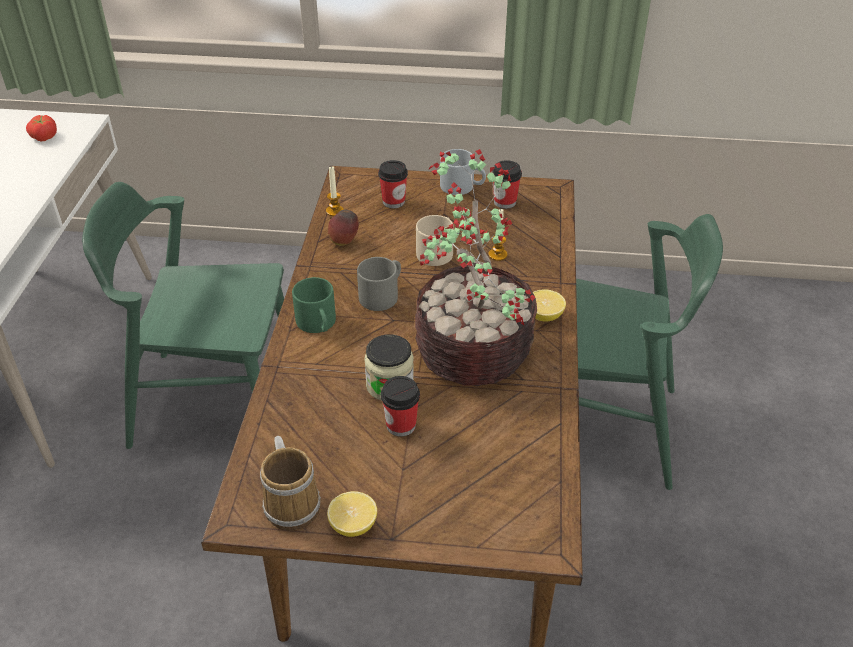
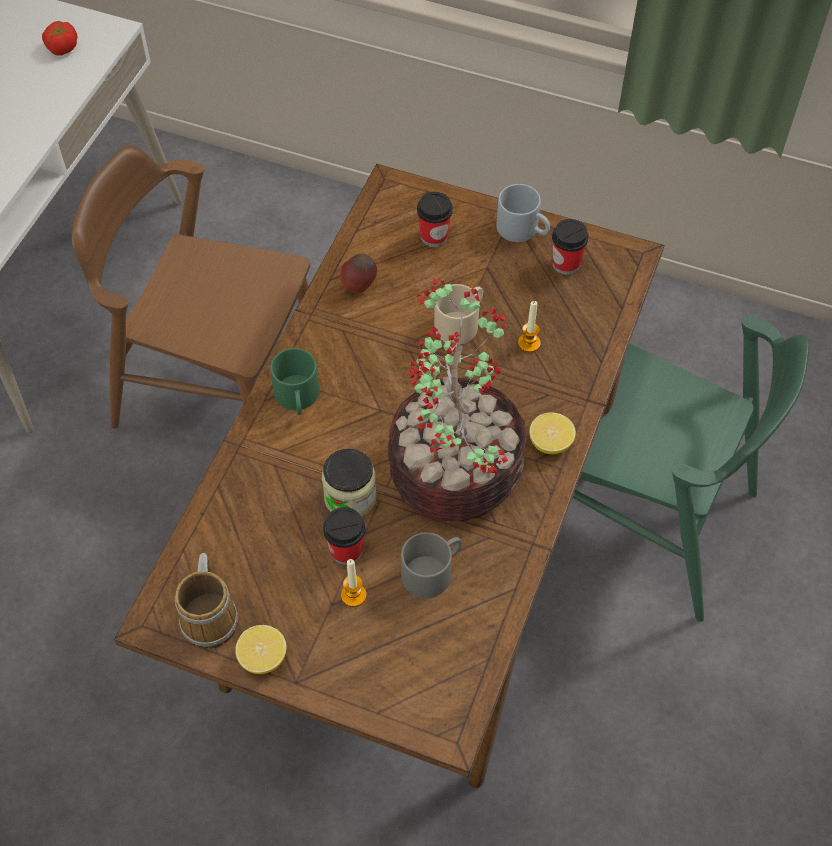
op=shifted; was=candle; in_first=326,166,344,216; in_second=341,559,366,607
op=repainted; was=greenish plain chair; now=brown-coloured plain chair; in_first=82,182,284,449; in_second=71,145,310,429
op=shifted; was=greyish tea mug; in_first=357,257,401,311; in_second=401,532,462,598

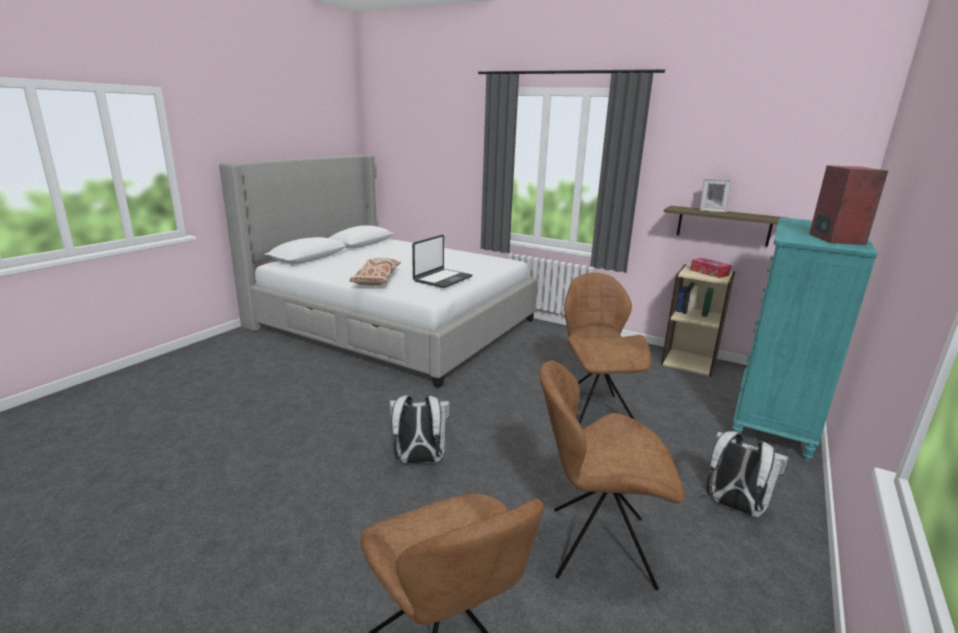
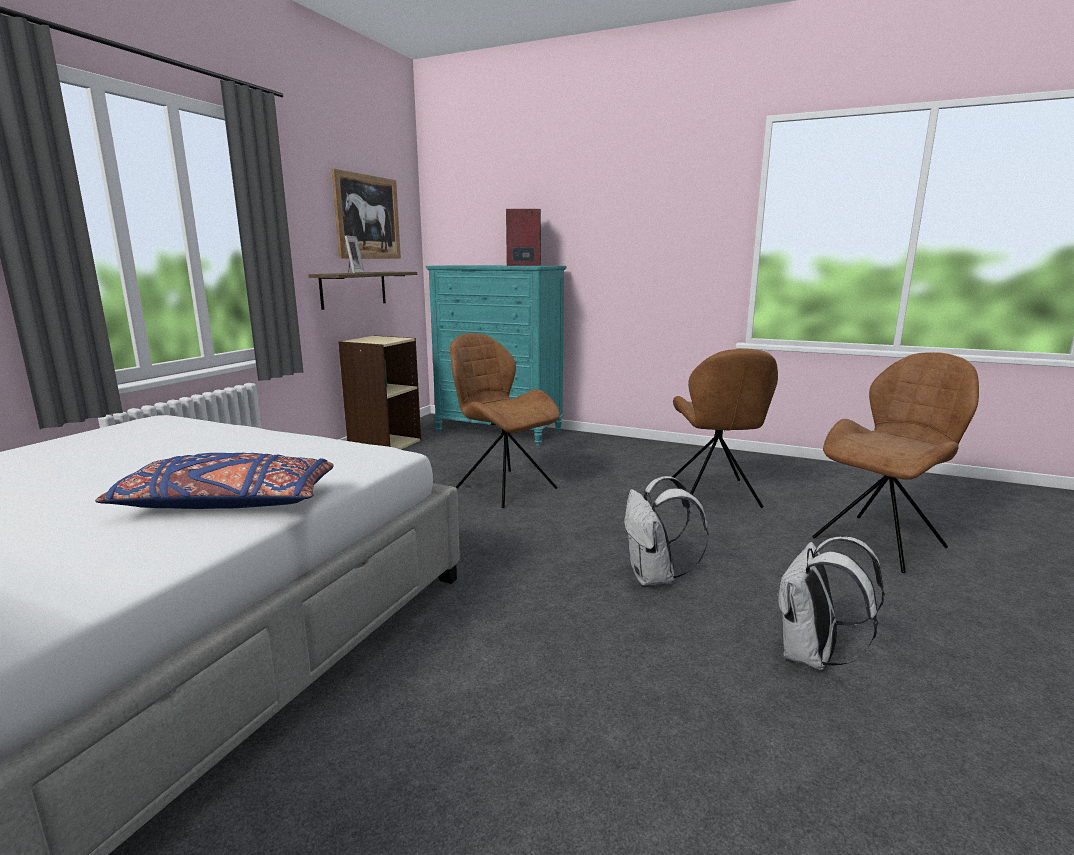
op=gone; was=laptop; in_first=412,235,472,288
op=repainted; was=beige-coloured pillow; now=blue pillow; in_first=349,257,401,286; in_second=95,453,334,509
op=gone; was=tissue box; in_first=690,258,731,278
op=rotated; was=brown-coloured plain chair; in_first=564,272,651,423; in_second=450,333,560,508; clockwise=60
op=shifted; was=white backpack; in_first=707,431,789,517; in_second=777,537,885,670
op=new; now=wall art; in_second=331,169,401,259

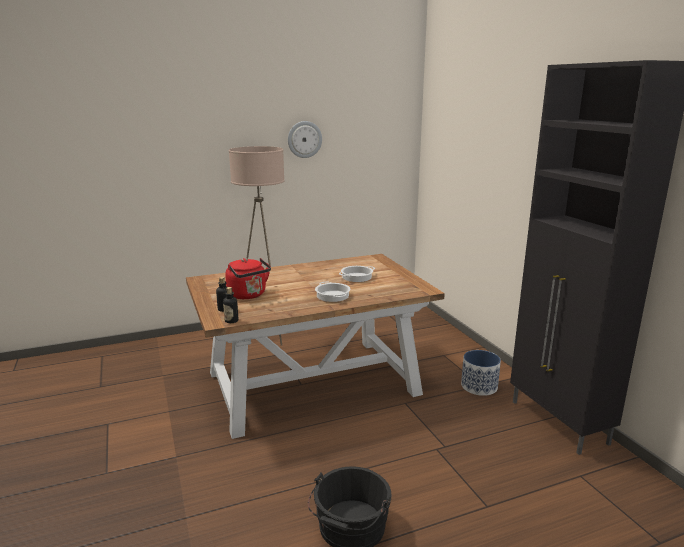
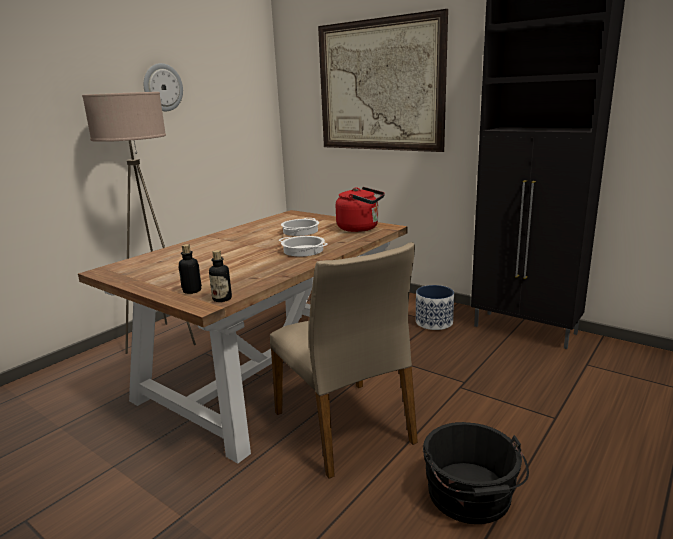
op=shifted; was=red-coloured kettle; in_first=225,258,271,299; in_second=336,187,385,232
op=new; now=wall art; in_second=318,9,448,152
op=new; now=beige-coloured plain chair; in_second=270,242,418,479

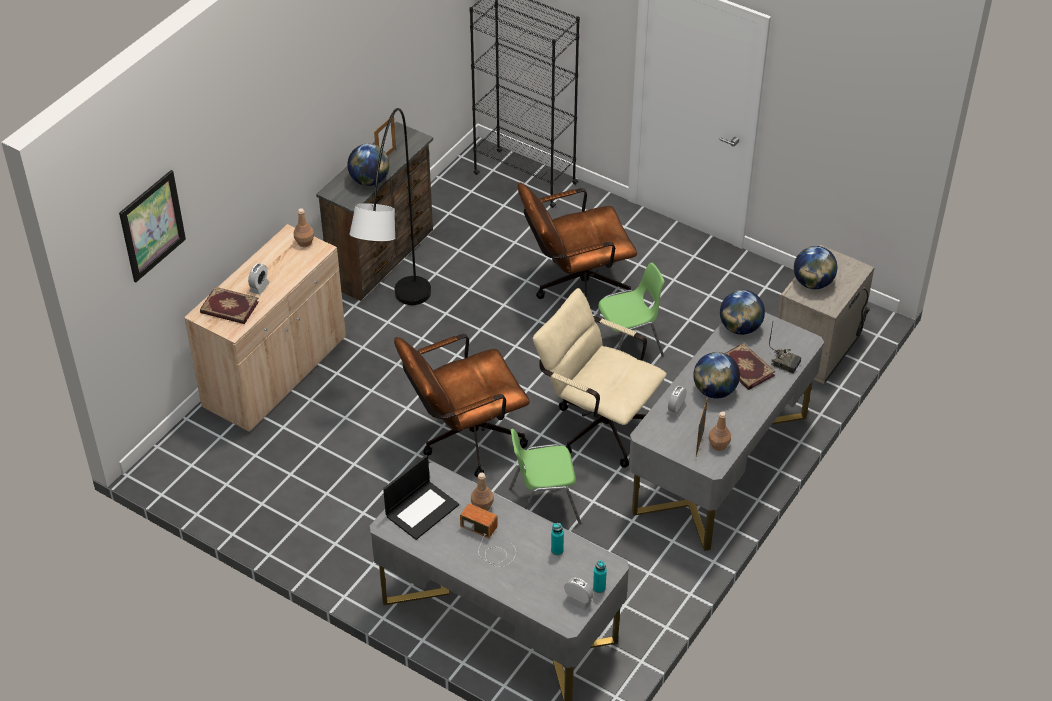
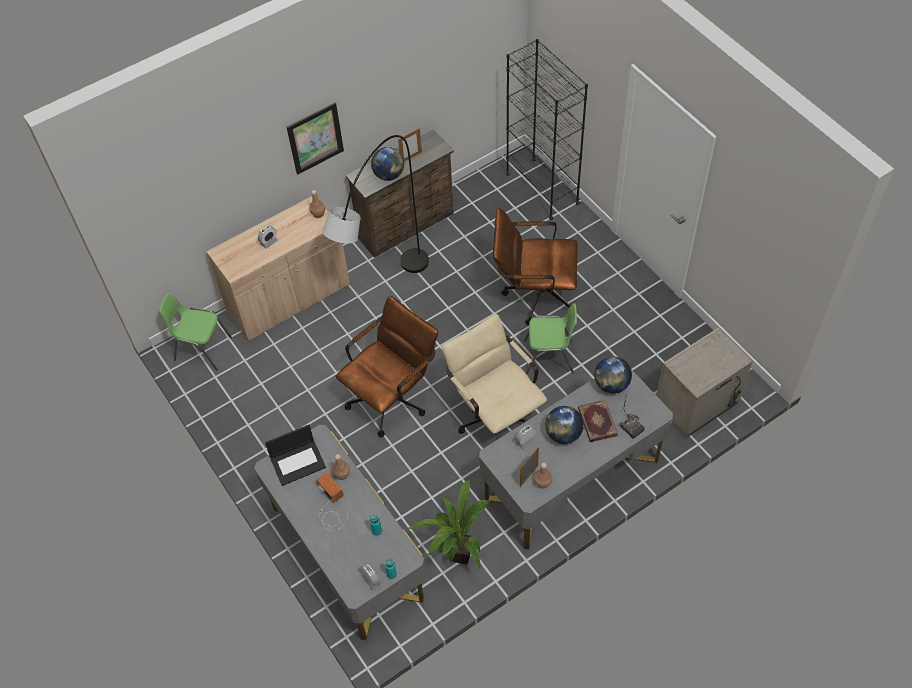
op=shifted; was=wall art; in_first=119,170,186,282; in_second=287,103,344,175
op=gone; was=world globe; in_first=794,246,837,289
op=gone; was=book; in_first=200,287,259,324
op=rotated; was=brown-coloured desk chair; in_first=394,334,530,478; in_second=336,296,438,437; clockwise=135
op=shifted; was=greenish plain chair; in_first=509,429,581,524; in_second=159,293,232,371
op=new; now=plant in a pot; in_second=409,479,489,569

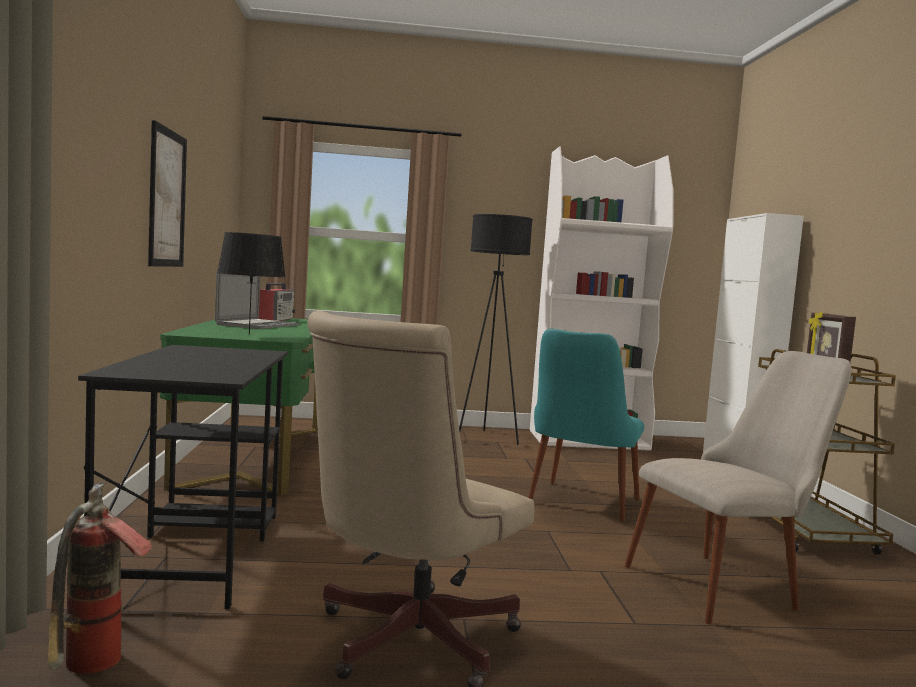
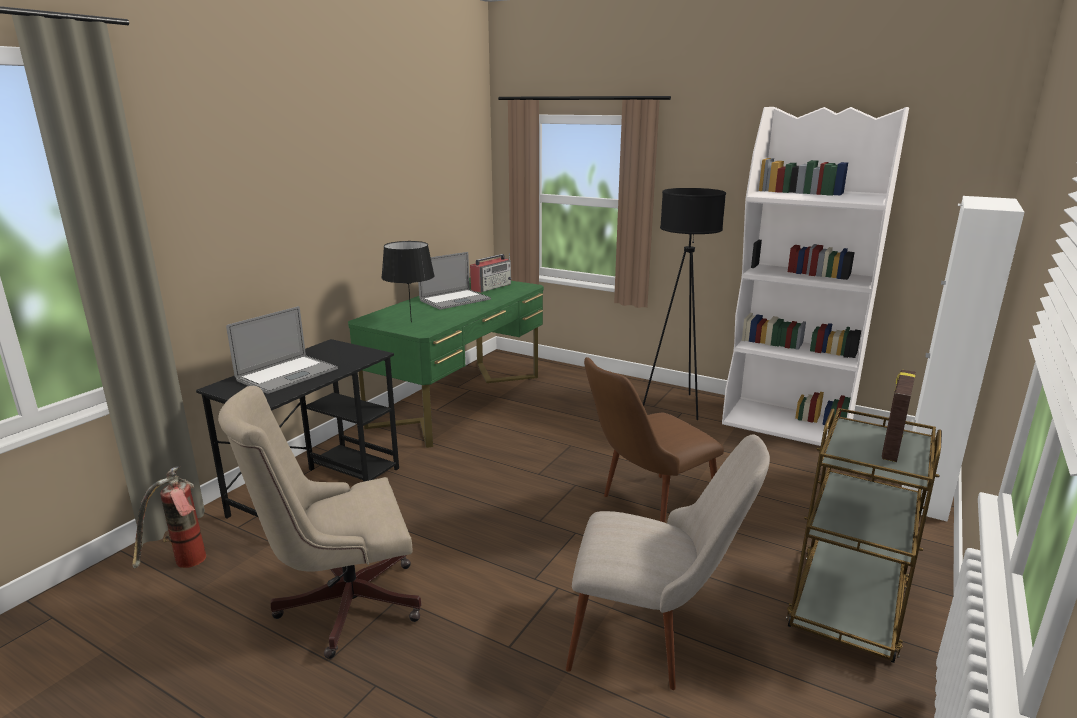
op=gone; was=wall art; in_first=148,120,187,267
op=repainted; was=turquoise plain chair; now=brown-coloured plain chair; in_first=528,329,644,522; in_second=584,357,724,523
op=new; now=laptop; in_second=226,306,338,394

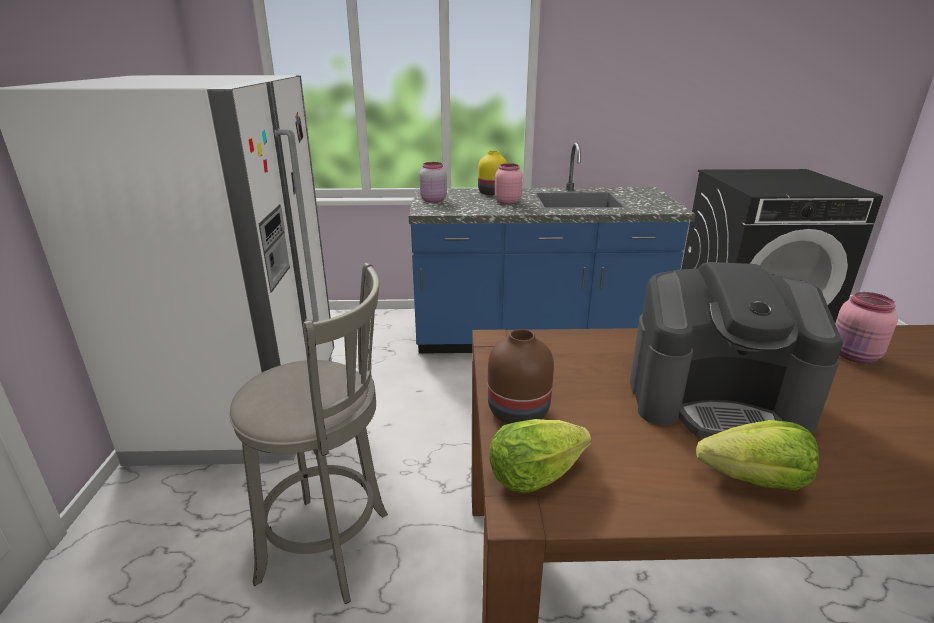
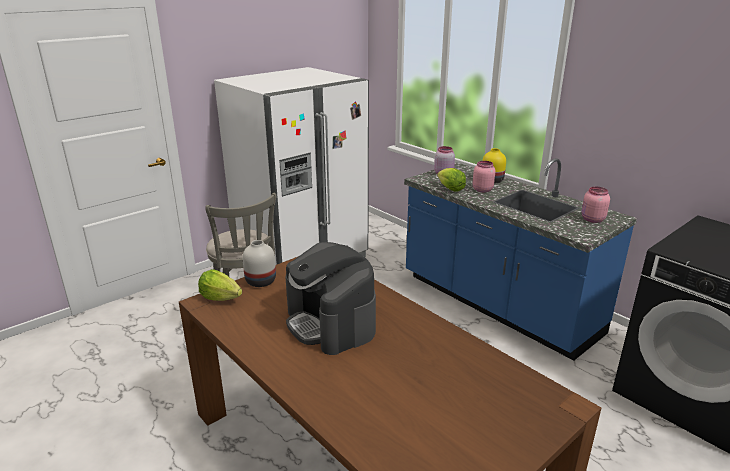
op=shifted; was=pink-coloured preserve jar; in_first=835,292,898,363; in_second=581,187,610,223
op=repainted; was=brown-coloured vase; now=white vase; in_first=488,329,554,424; in_second=242,240,276,287
op=shifted; was=lettuce; in_first=696,420,819,491; in_second=437,168,466,192

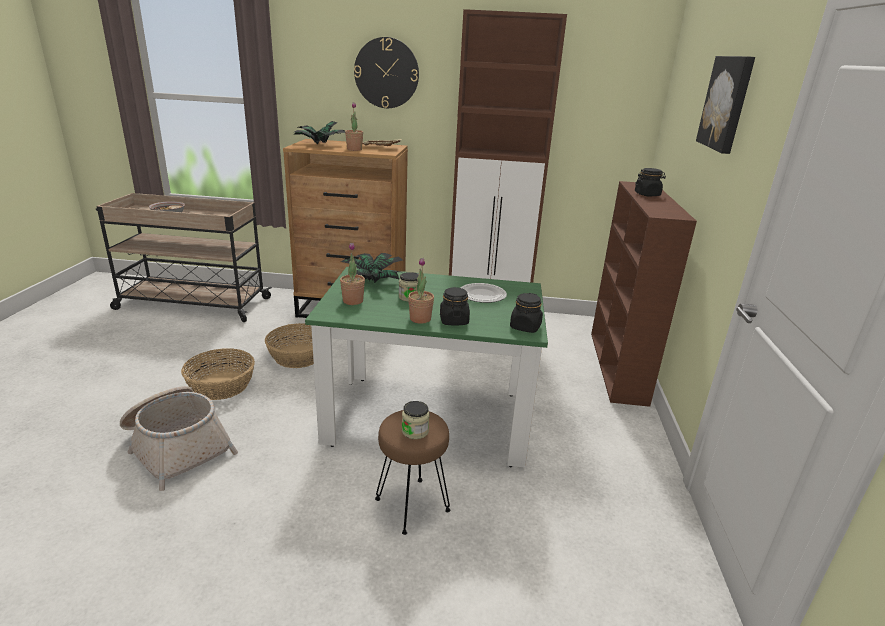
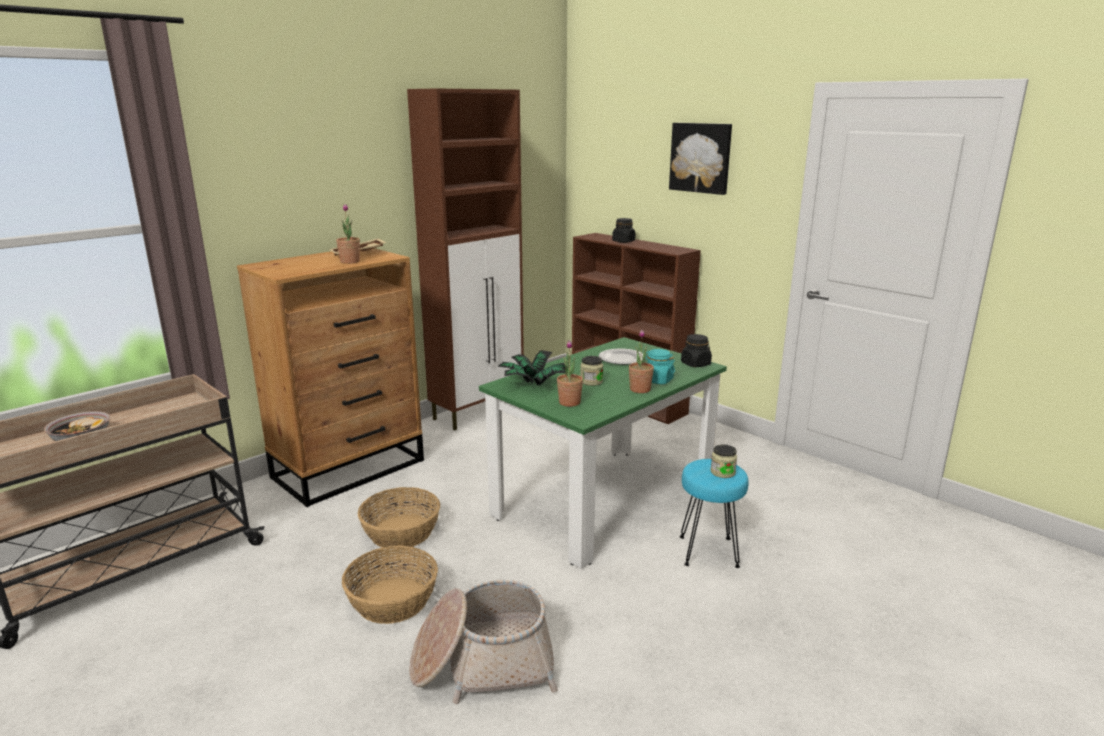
op=gone; was=hanging clock; in_first=354,37,419,108
op=gone; was=plant in a pot; in_first=294,121,345,144
op=repainted; was=blackish preserve jar; now=turquoise preserve jar; in_first=440,287,470,326; in_second=645,349,675,384
op=repainted; was=brown-coloured stool; now=turquoise stool; in_first=375,410,450,535; in_second=680,459,749,568

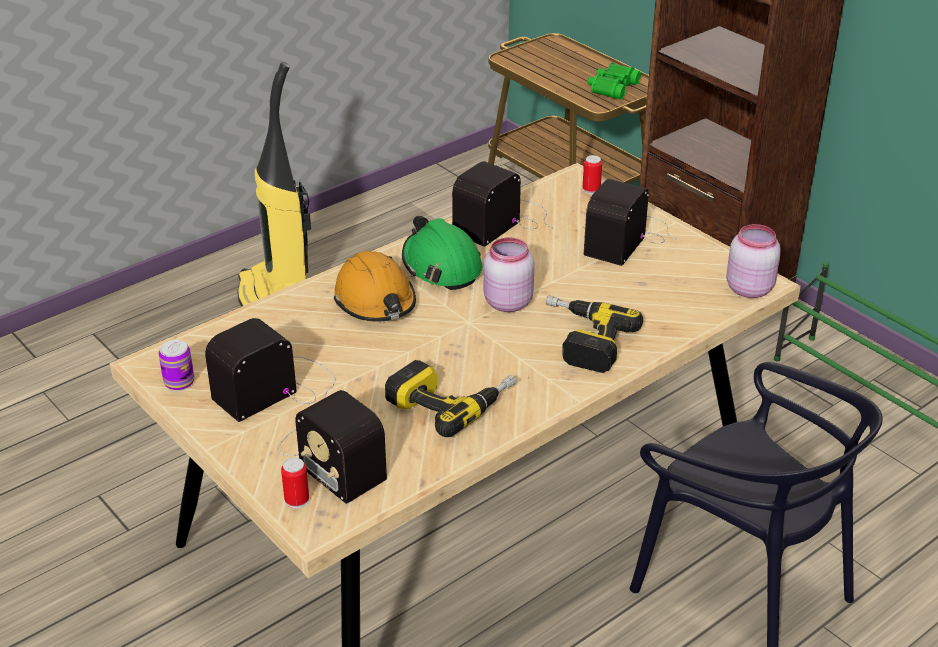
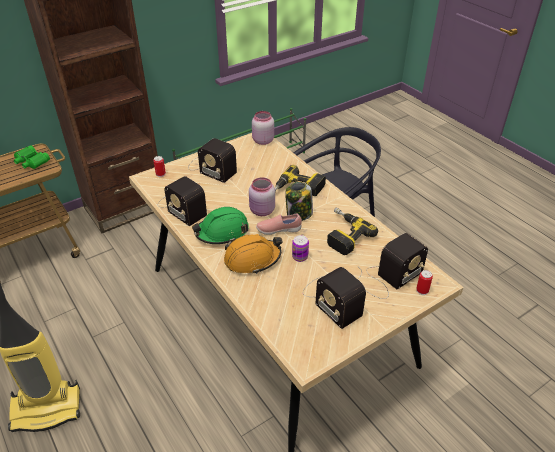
op=shifted; was=sealed can; in_first=159,340,194,391; in_second=292,235,309,262
op=new; now=preserve jar; in_second=285,182,313,221
op=new; now=pink-coloured shoe; in_second=256,214,302,235

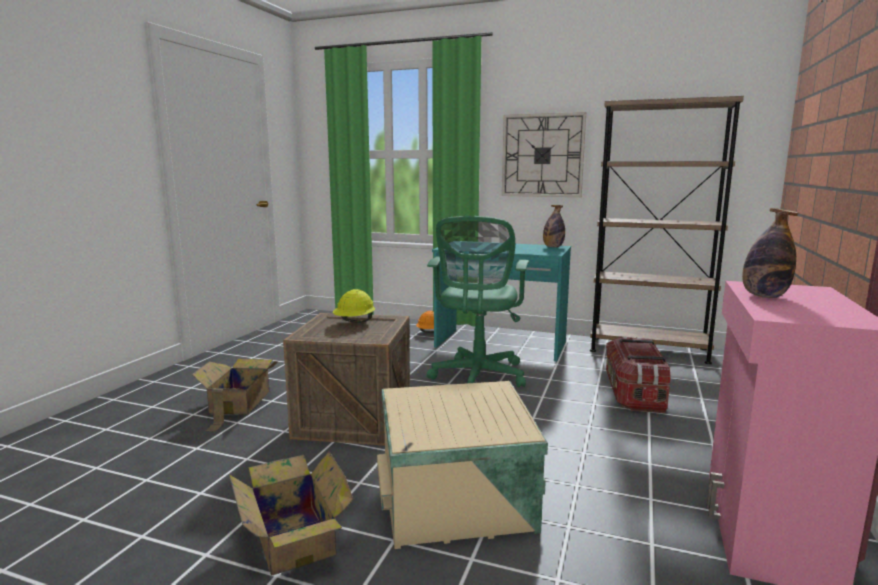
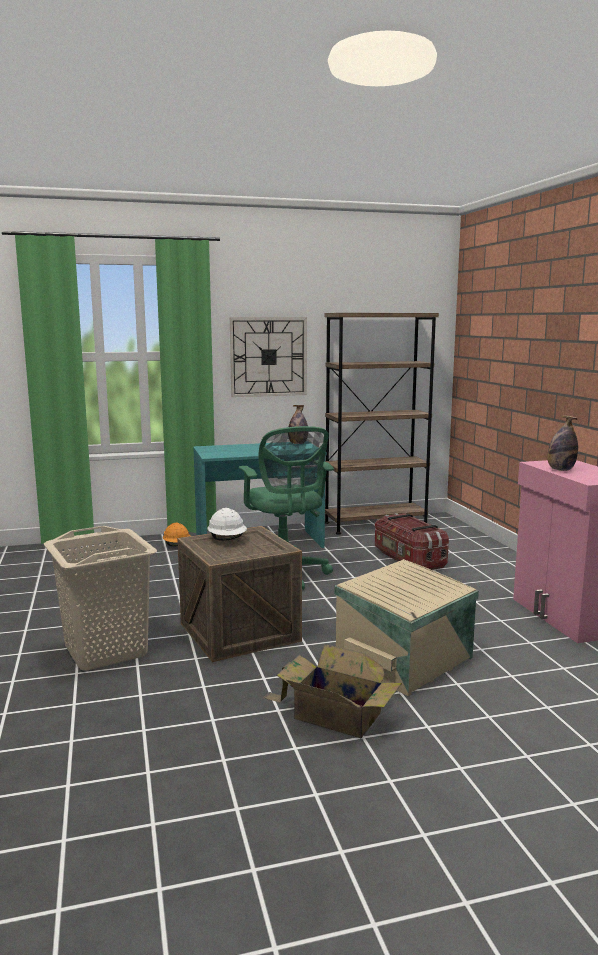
op=repainted; was=yellow safety helmet; now=white safety helmet; in_first=333,289,375,323; in_second=207,508,247,540
op=swapped; was=carton; now=beige-coloured washing basket; in_first=192,359,277,431; in_second=44,526,157,671

